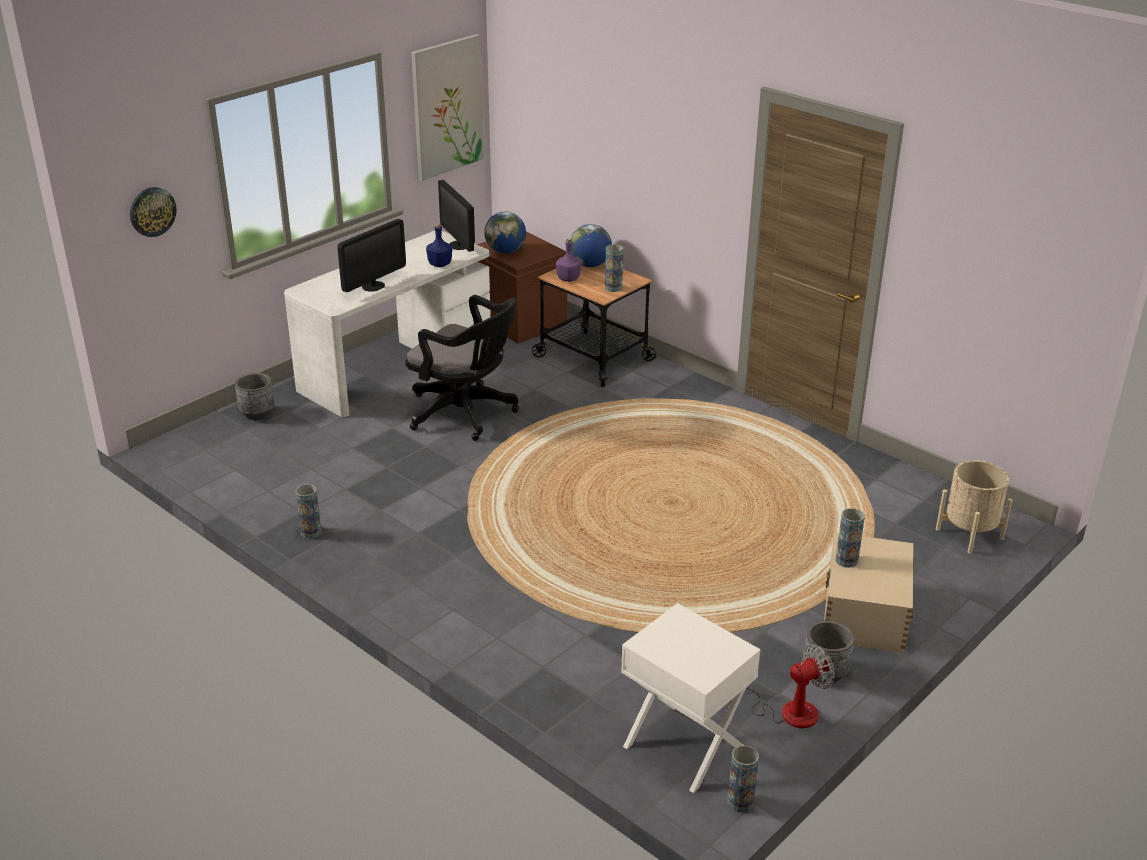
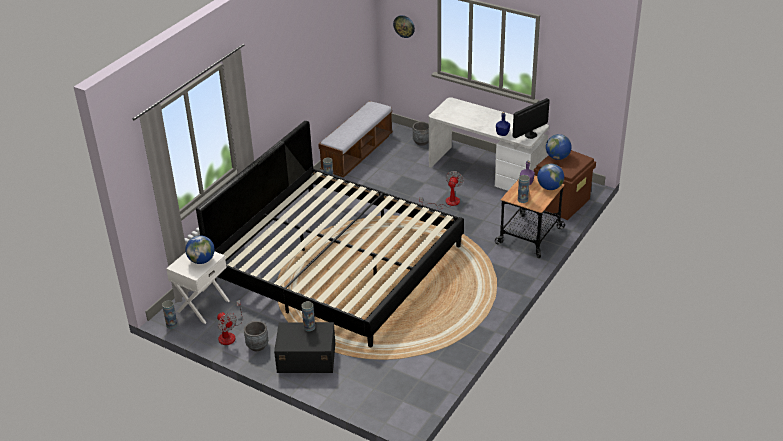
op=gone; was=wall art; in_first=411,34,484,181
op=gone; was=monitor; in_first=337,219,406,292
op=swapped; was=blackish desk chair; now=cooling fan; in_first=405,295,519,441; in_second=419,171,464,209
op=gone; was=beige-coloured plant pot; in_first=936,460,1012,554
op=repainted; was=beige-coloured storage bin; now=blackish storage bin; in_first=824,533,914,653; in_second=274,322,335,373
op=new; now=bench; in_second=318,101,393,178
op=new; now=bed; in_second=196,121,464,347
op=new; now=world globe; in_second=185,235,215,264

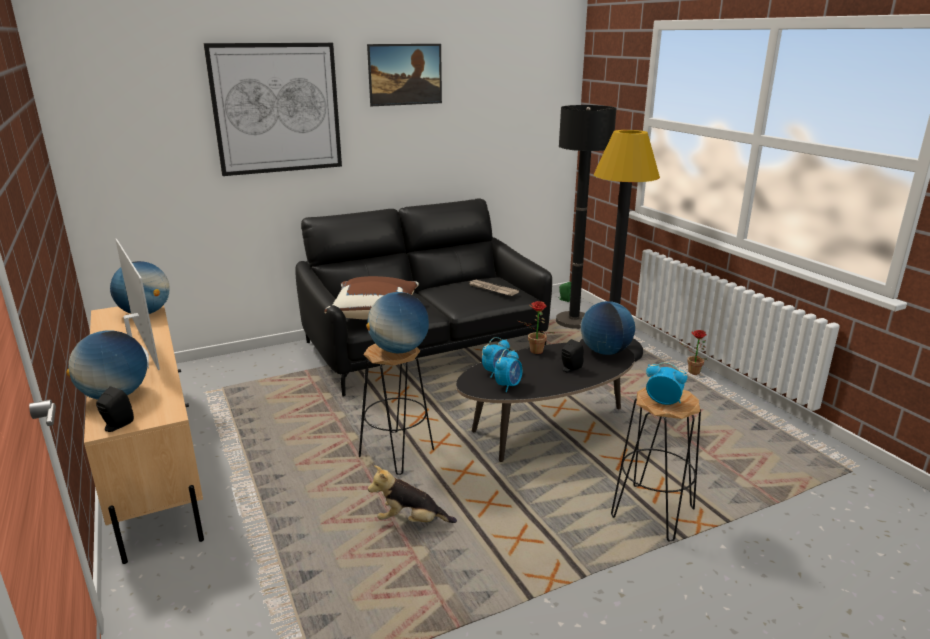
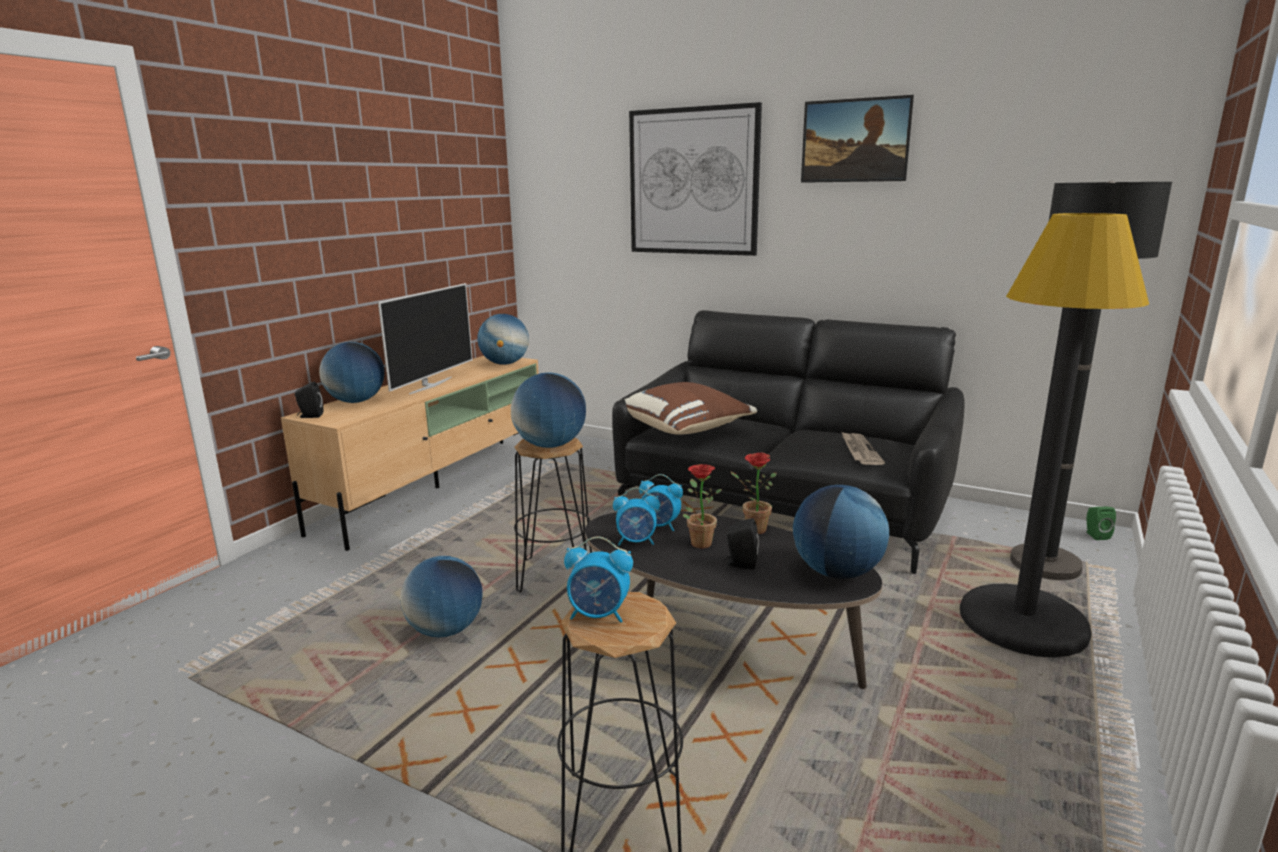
op=shifted; was=plant in a pot; in_first=679,330,707,375; in_second=683,464,722,548
op=rotated; was=alarm clock; in_first=646,362,687,405; in_second=564,536,633,623; clockwise=105
op=swapped; was=soft toy; now=world globe; in_first=368,465,457,523; in_second=400,556,483,638

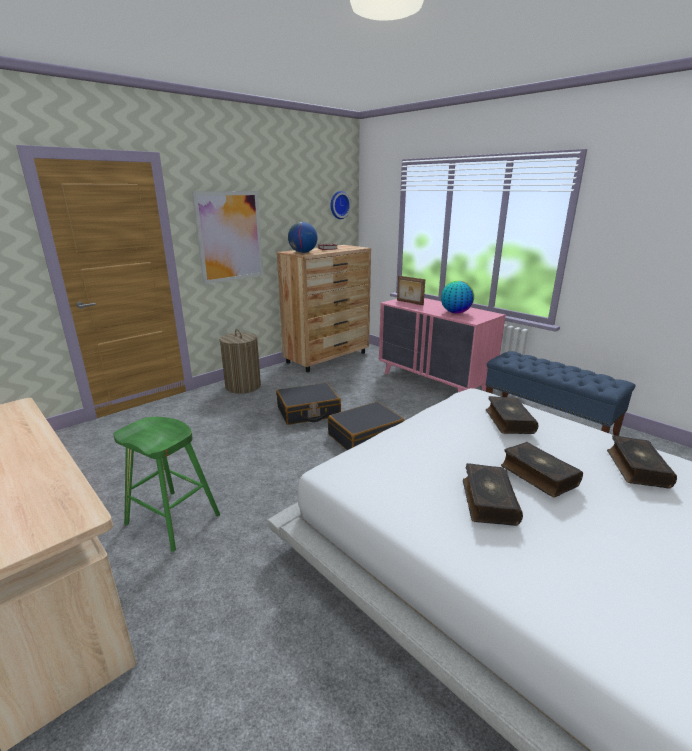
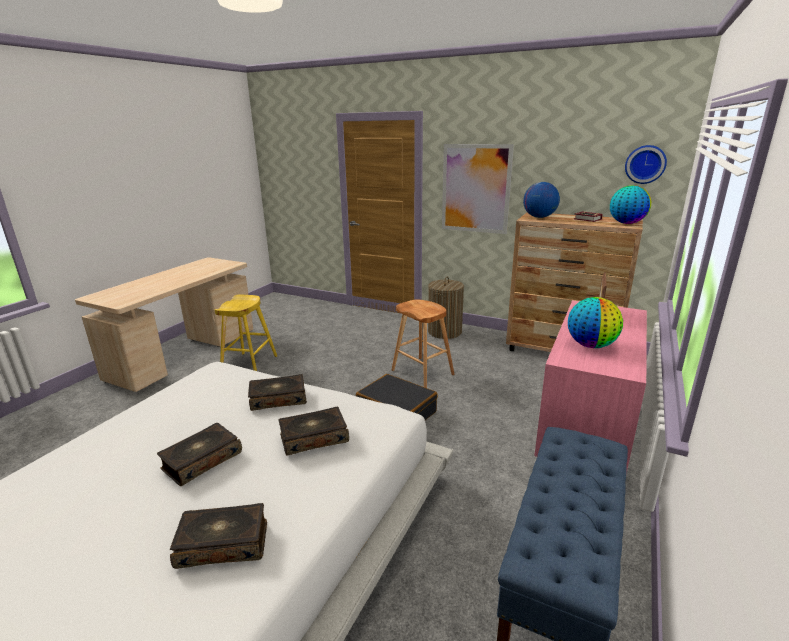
op=swapped; was=blackish travel case; now=brown-coloured stool; in_first=276,383,341,425; in_second=392,300,455,388
op=repainted; was=greenish stool; now=yellow stool; in_first=113,417,220,552; in_second=215,295,277,371
op=shifted; was=book; in_first=463,463,523,526; in_second=248,374,307,411
op=new; now=world globe; in_second=610,185,651,224

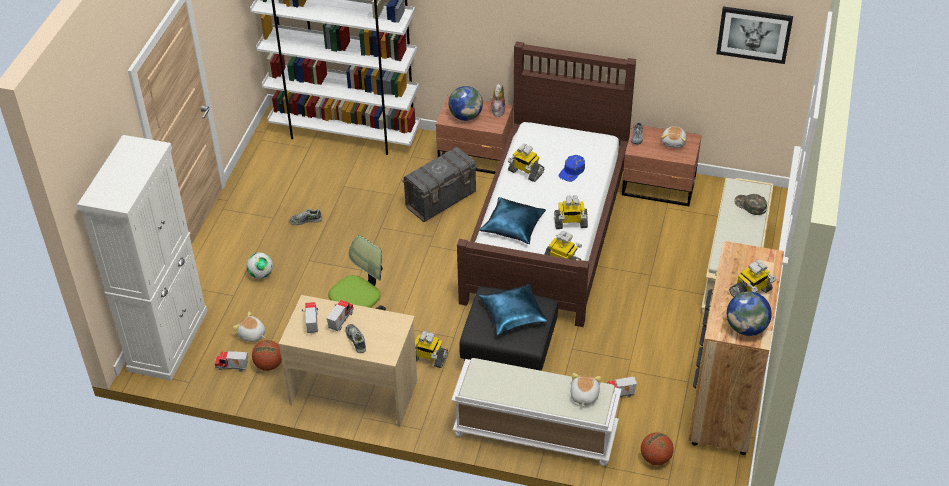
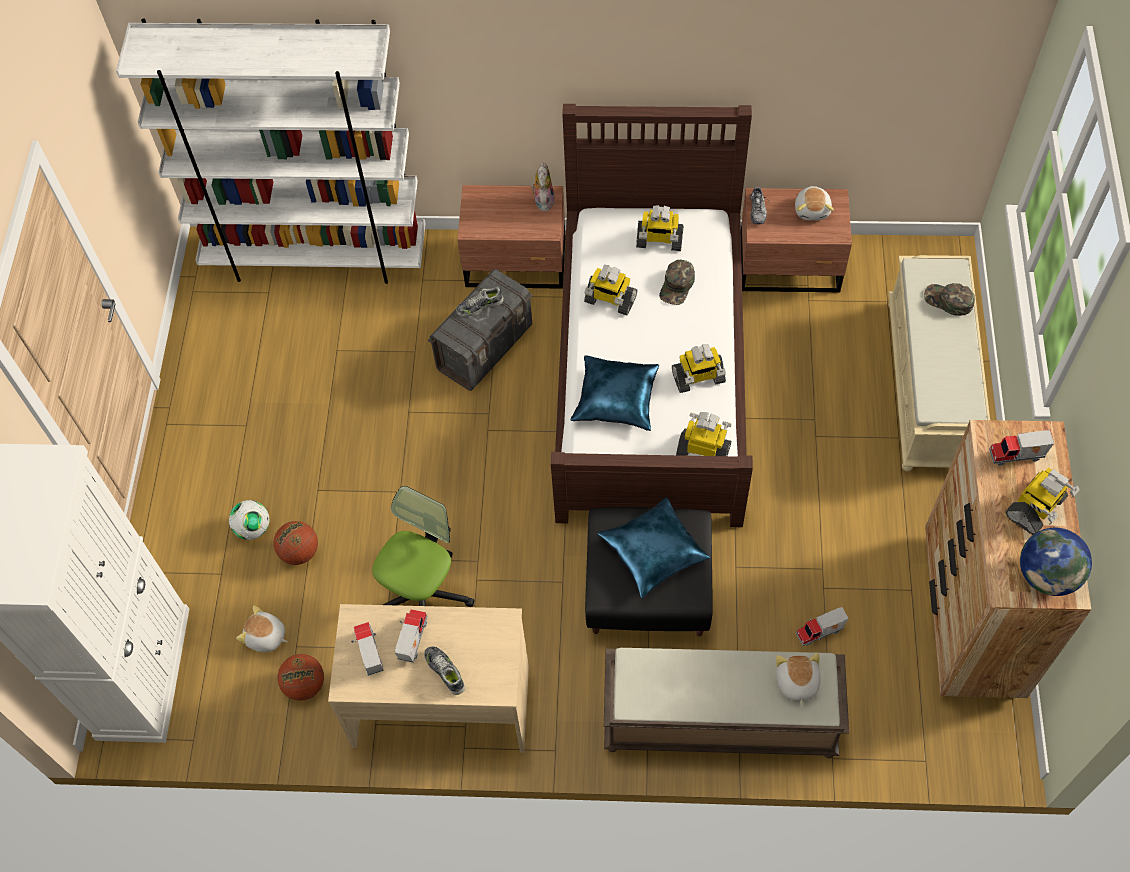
op=gone; was=wall art; in_first=716,6,793,64
op=gone; was=world globe; in_first=449,86,483,121
op=repainted; was=blue baseball cap; now=greenish baseball cap; in_first=559,155,585,182; in_second=659,259,695,305
op=shifted; was=shoe; in_first=289,209,322,225; in_second=456,287,504,317
op=shifted; was=model robot; in_first=415,331,448,368; in_second=636,205,684,251
op=shifted; was=toy truck; in_first=214,351,248,372; in_second=989,430,1054,466
op=repainted; was=white bench; now=brown-coloured bench; in_first=451,358,622,466; in_second=604,648,849,758
op=shifted; was=ball for basketball; in_first=641,432,674,465; in_second=273,521,318,565

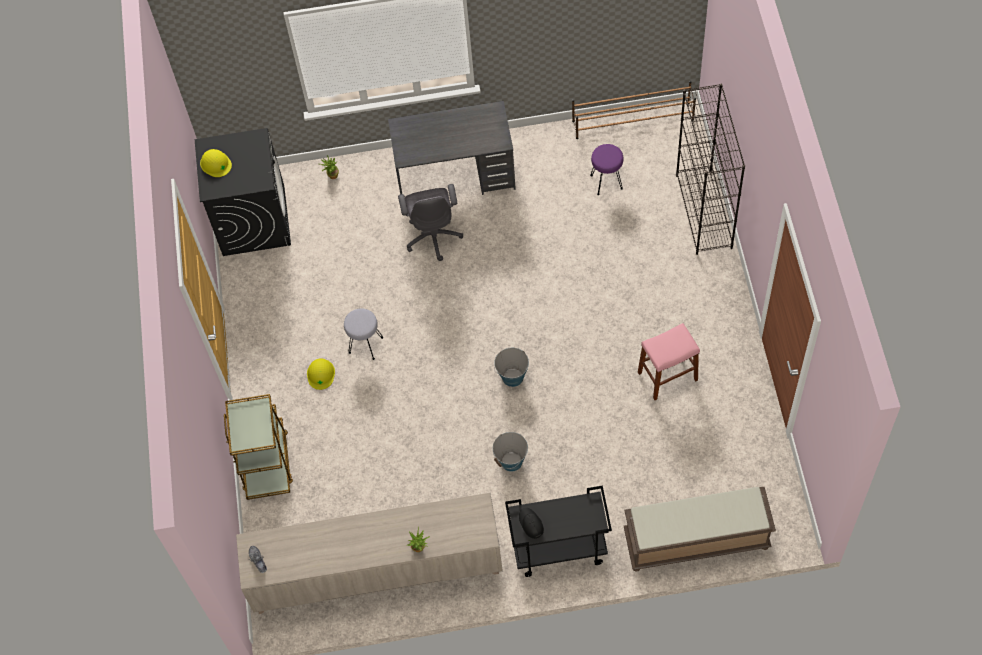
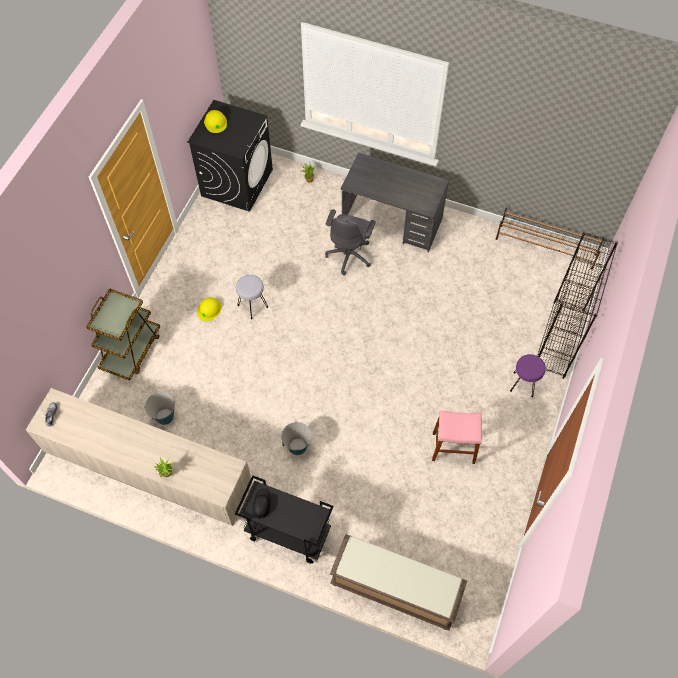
op=shifted; was=purplish stool; in_first=590,144,623,195; in_second=510,354,546,397
op=shifted; was=water bucket; in_first=494,348,529,387; in_second=145,392,175,425

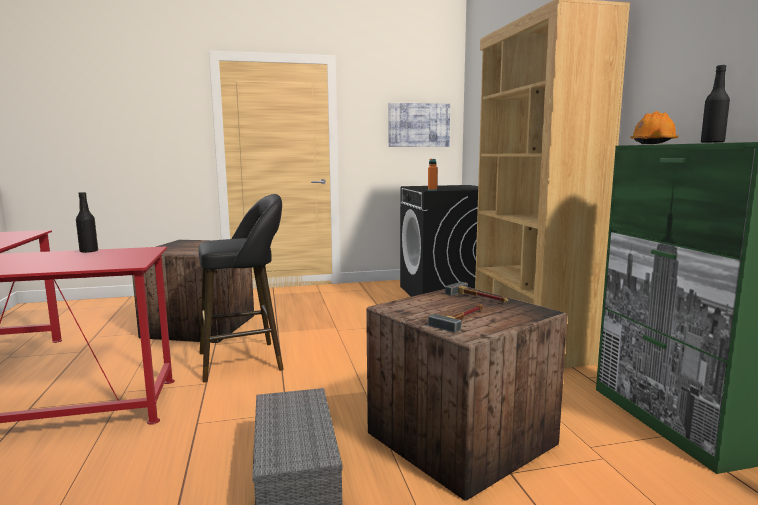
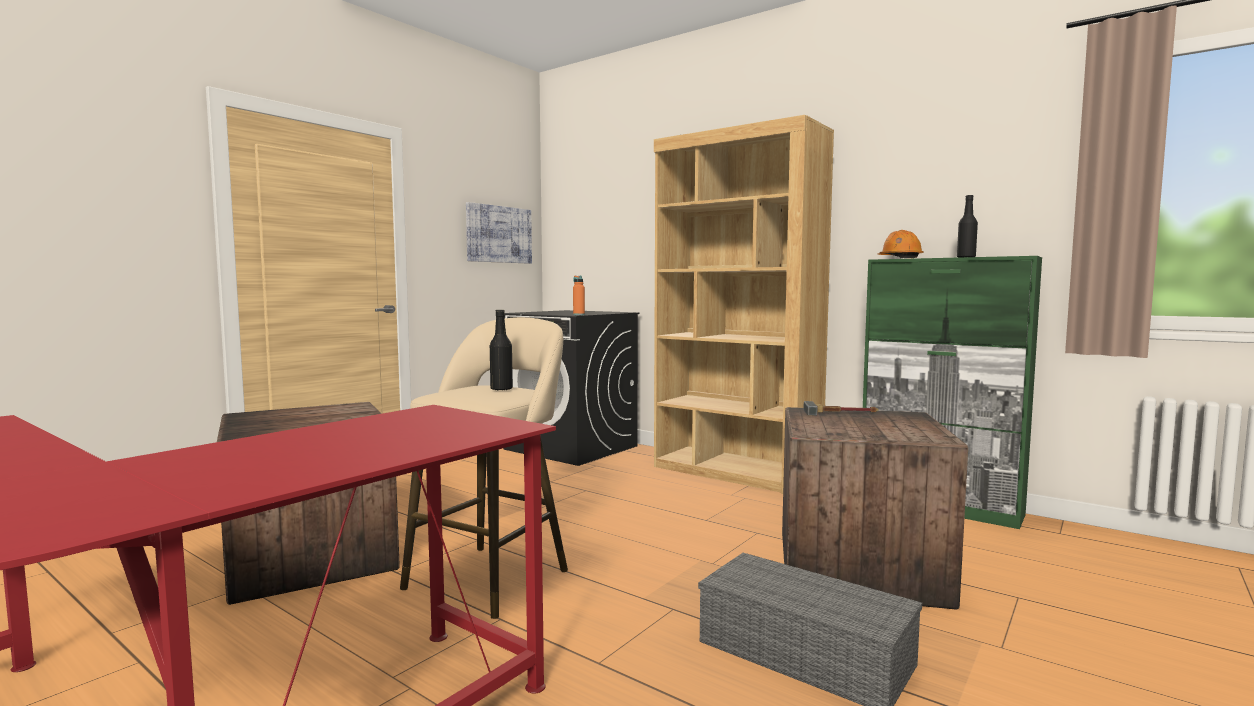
op=shifted; was=blackish bottle; in_first=76,192,98,253; in_second=490,310,513,391
op=repainted; was=blackish stool; now=beige-coloured stool; in_first=198,194,284,383; in_second=400,317,568,619
op=gone; was=hand hammer; in_first=428,304,483,333

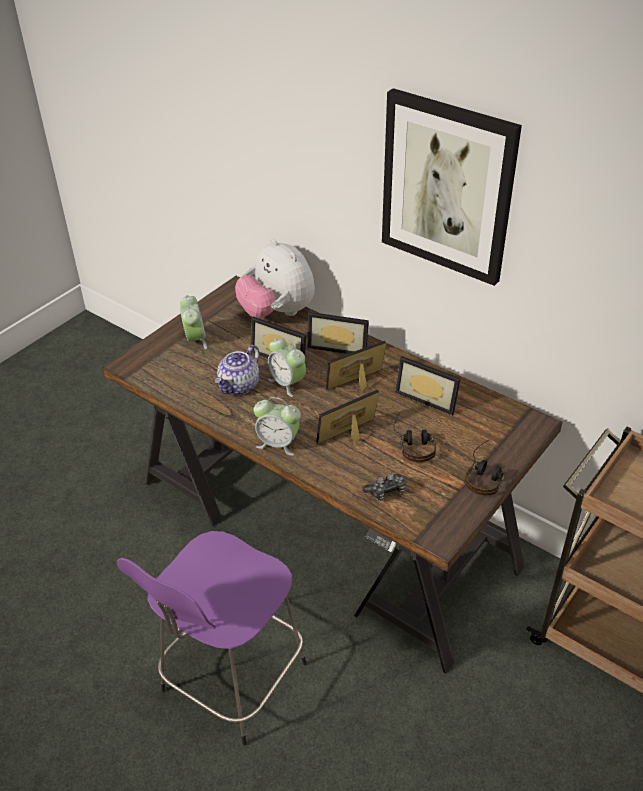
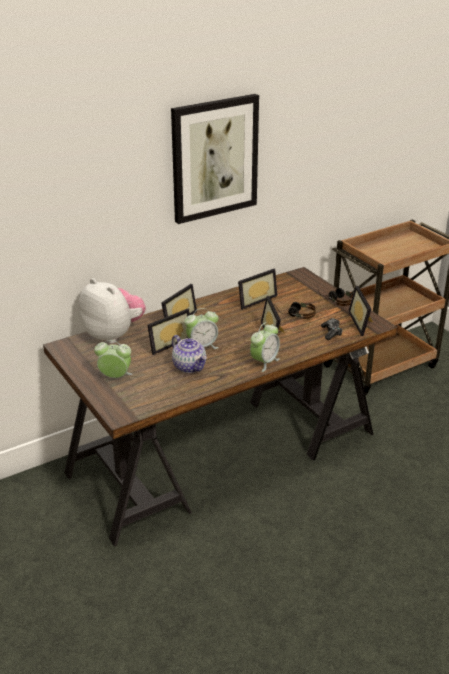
op=rotated; was=soft toy; in_first=235,239,315,319; in_second=79,278,146,344; clockwise=-120
op=shifted; was=picture frame; in_first=326,341,386,391; in_second=348,286,373,336
op=gone; was=purplish stool; in_first=117,531,307,745

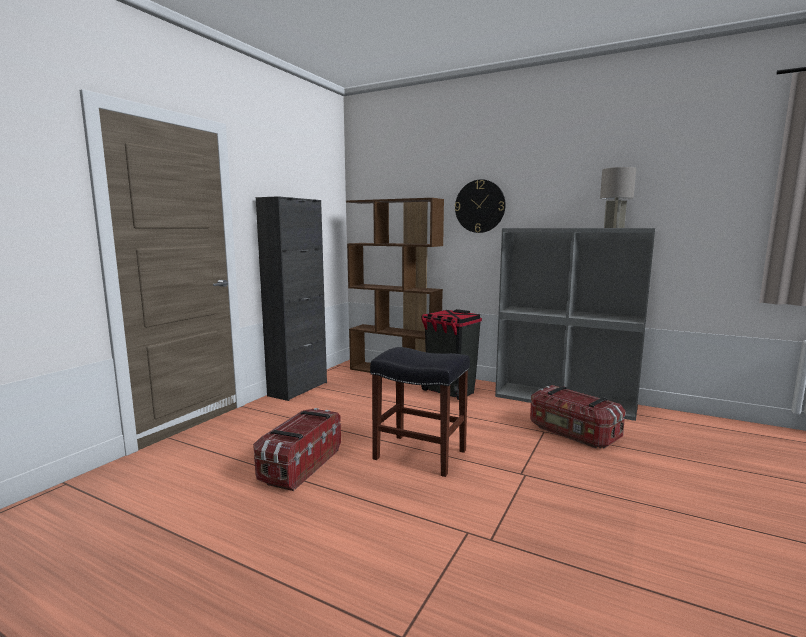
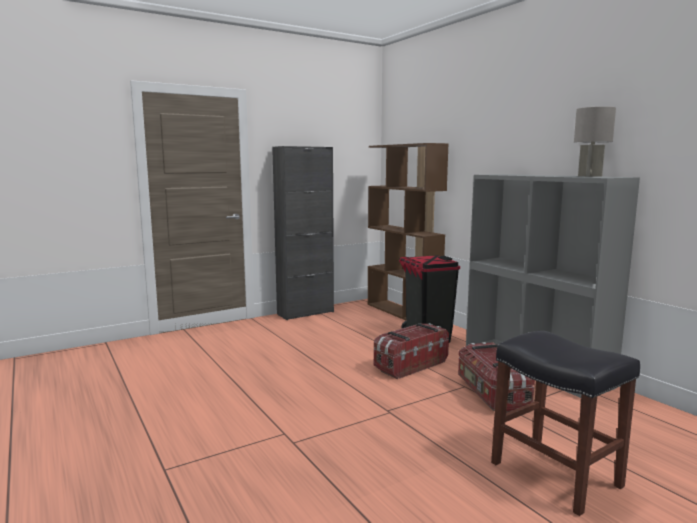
op=gone; was=hanging clock; in_first=455,179,506,233
op=shifted; was=blackish stool; in_first=370,347,470,477; in_second=491,331,640,516
op=shifted; was=storage bin; in_first=253,408,341,491; in_second=374,324,449,379

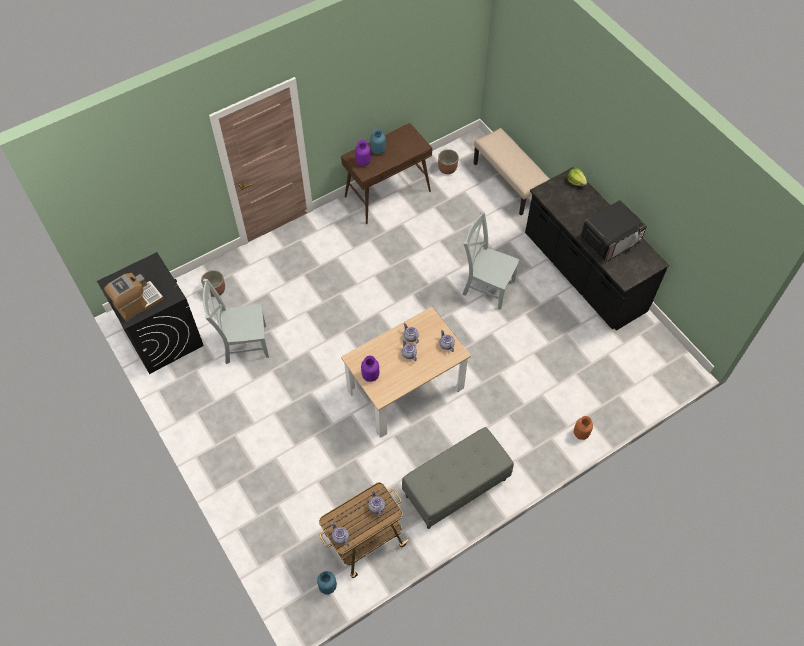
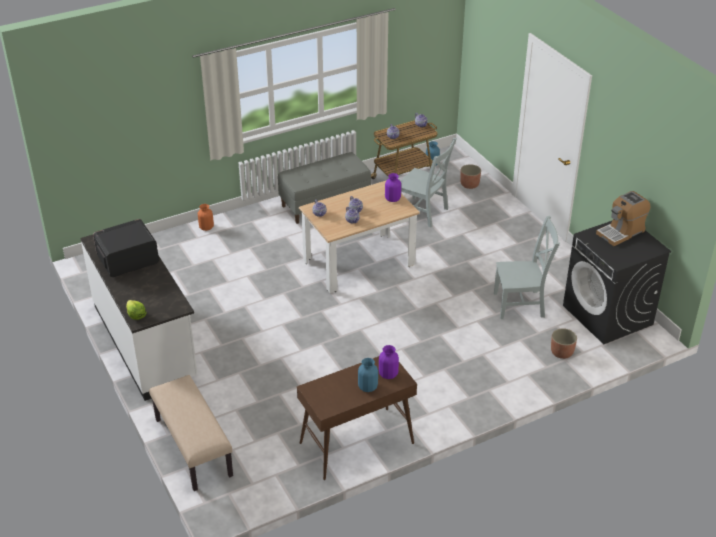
op=shifted; was=plant pot; in_first=438,149,459,174; in_second=460,164,481,189
op=repainted; was=blackish counter; now=white counter; in_first=525,167,669,331; in_second=80,235,197,401
op=shifted; was=greyish plain chair; in_first=462,211,520,310; in_second=400,138,457,228

